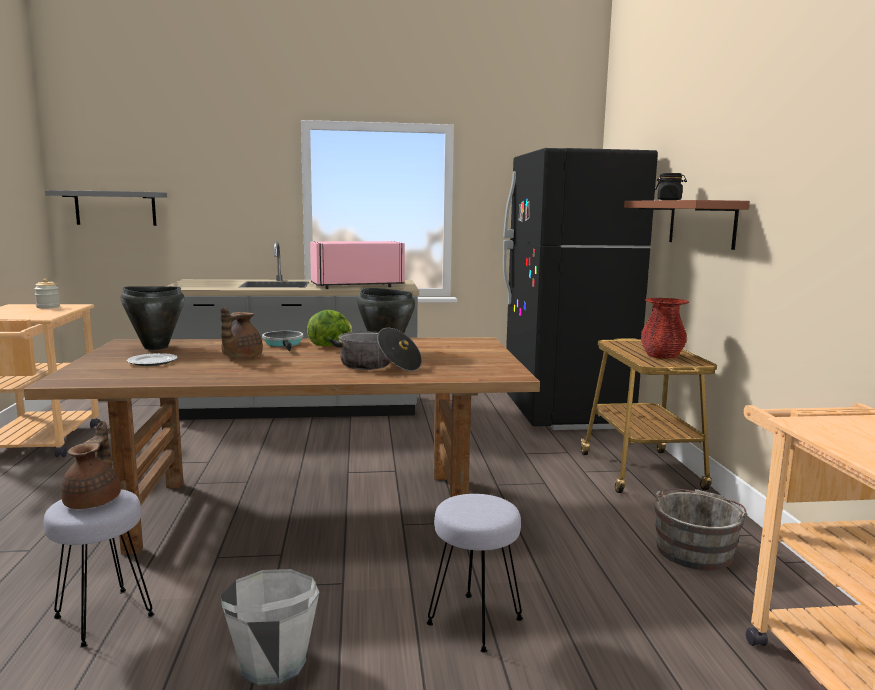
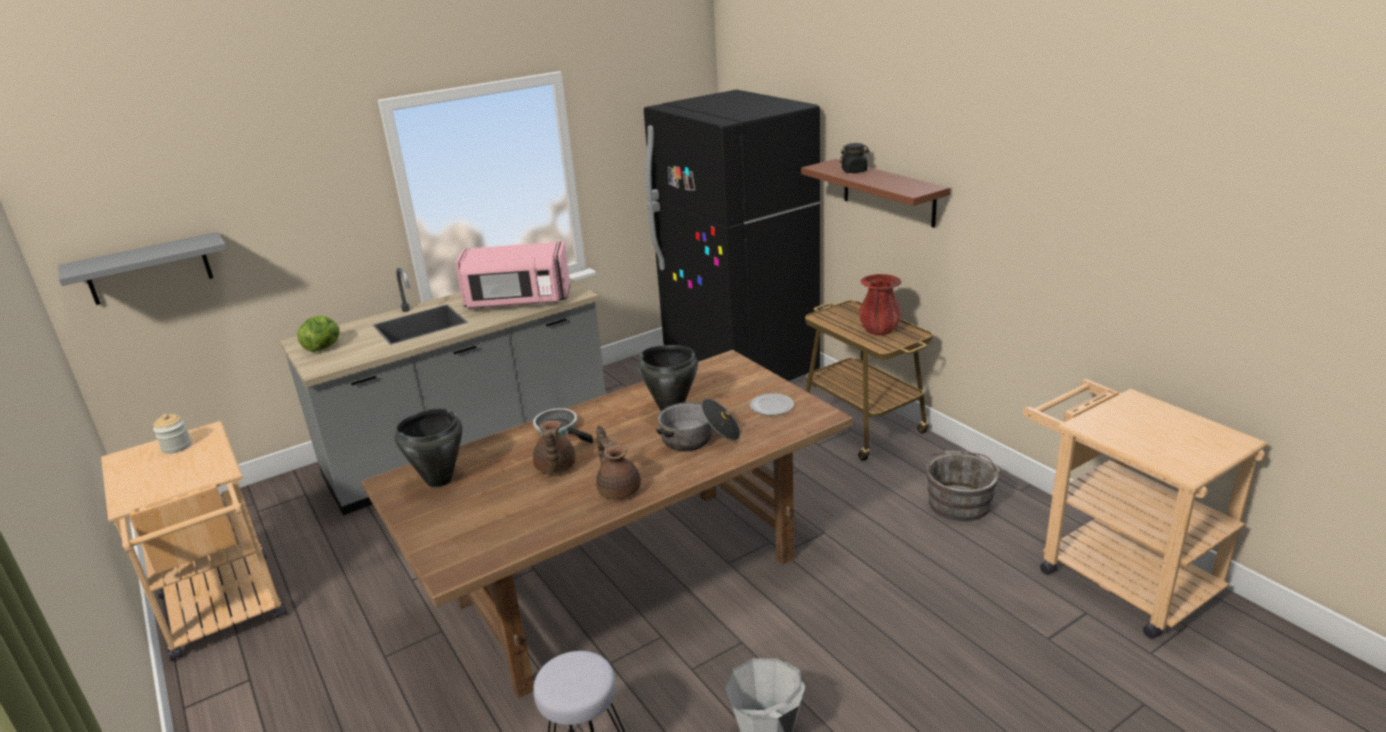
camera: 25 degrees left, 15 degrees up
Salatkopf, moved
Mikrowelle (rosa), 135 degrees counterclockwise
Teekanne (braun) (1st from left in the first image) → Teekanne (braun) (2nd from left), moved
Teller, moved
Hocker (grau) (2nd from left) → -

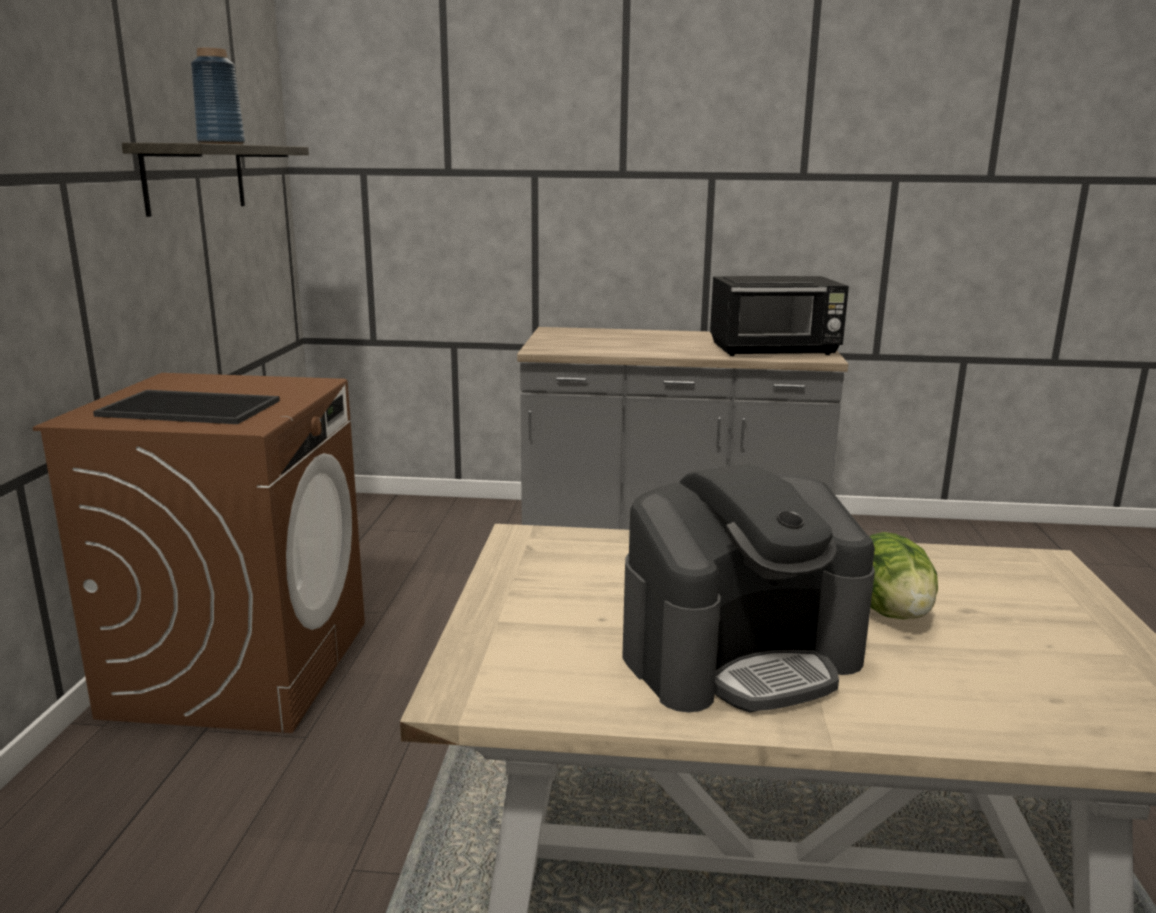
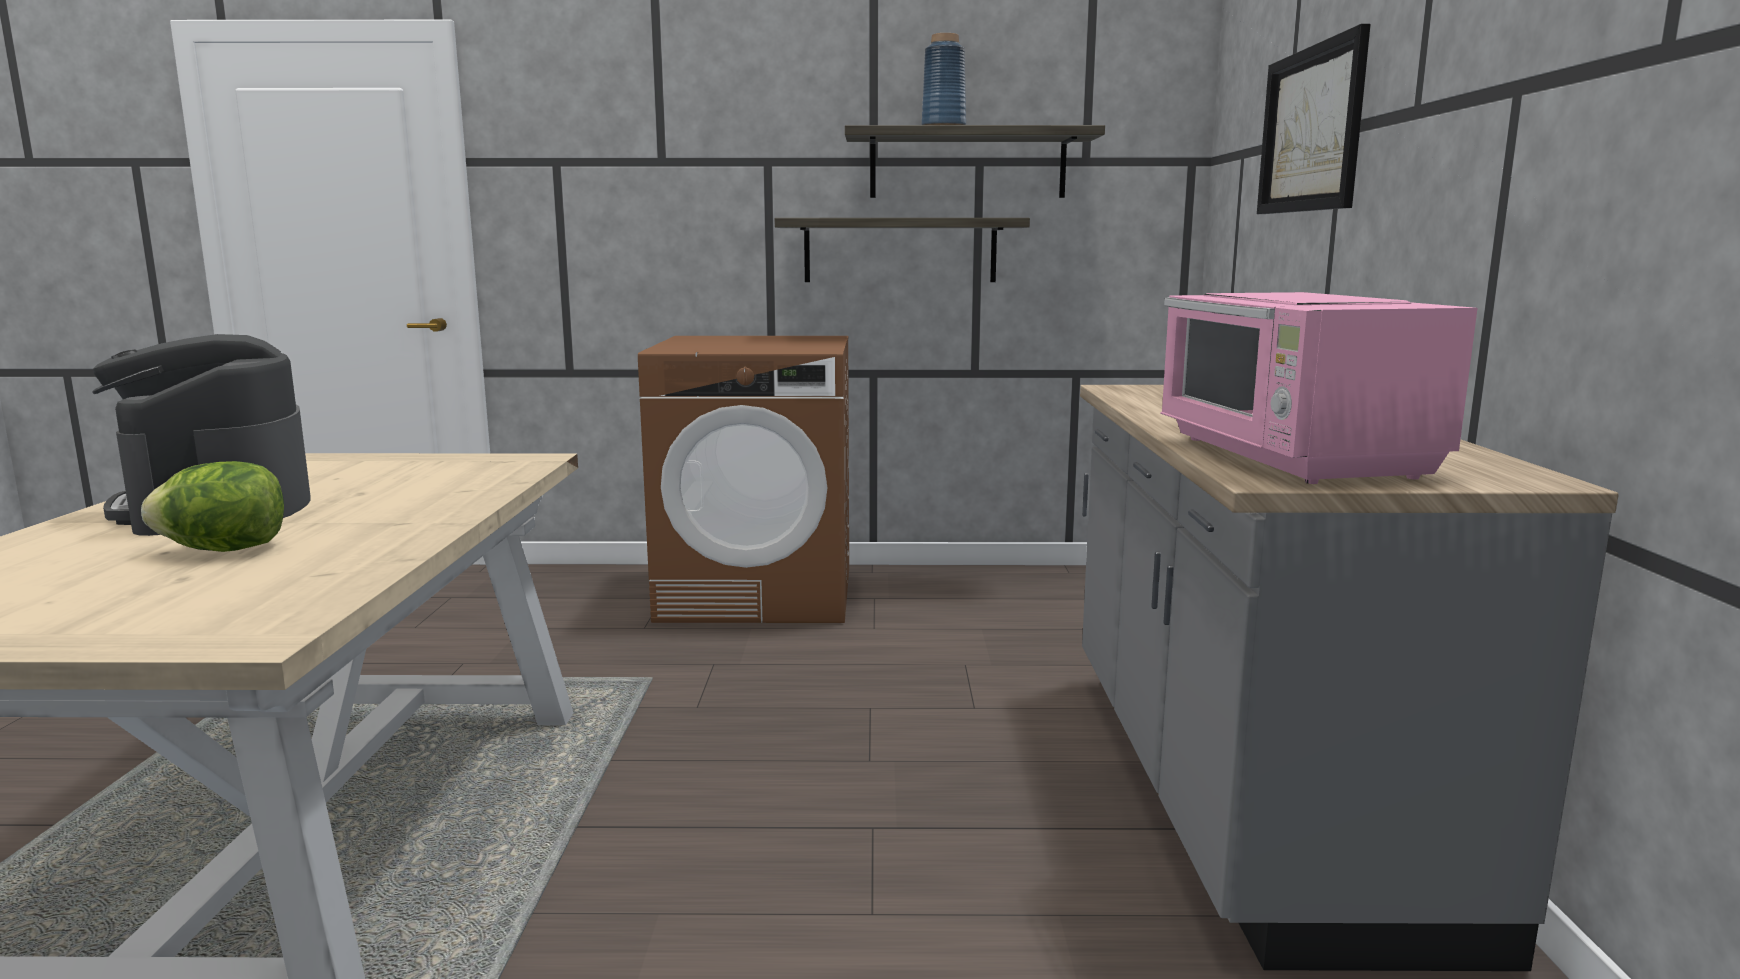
camera: 85 degrees right, 5 degrees down
- → Wandregal (1st from left)
Mikrowelle (schwarz) → Mikrowelle (rosa)
- → Bild
Tablett → -

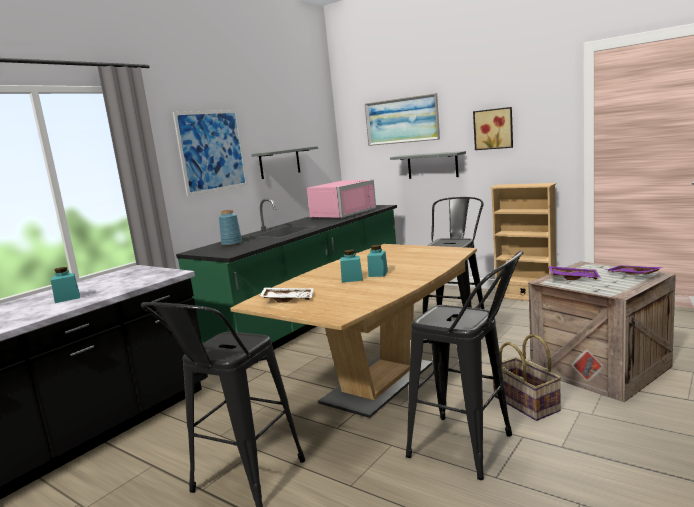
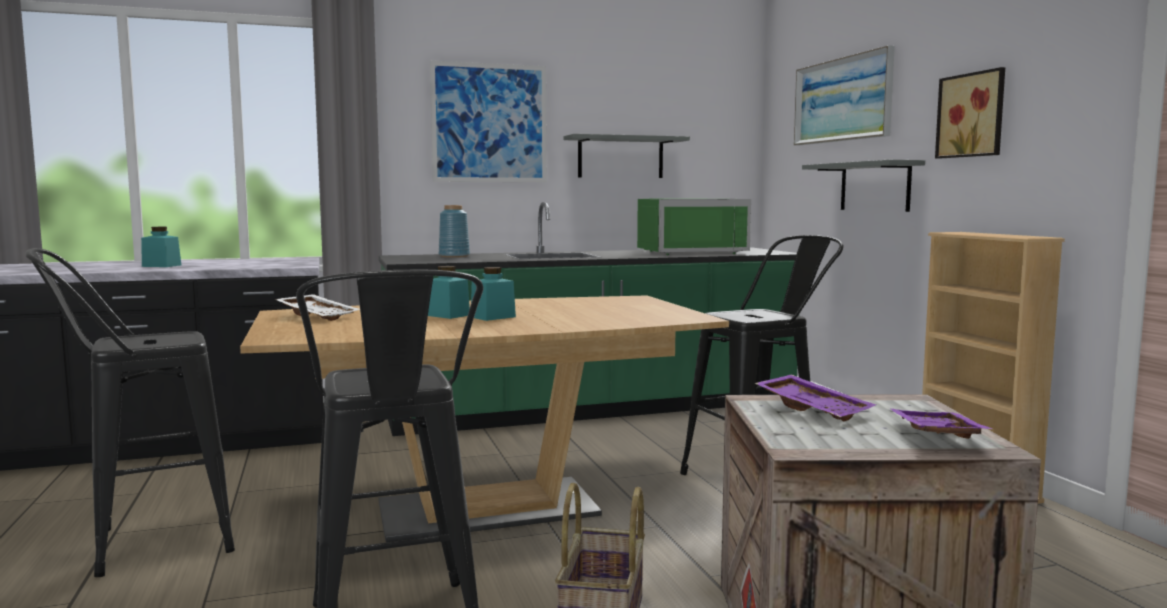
camera: 35 degrees right, 5 degrees down
Mikrowelle (rosa) → Mikrowelle (grün)

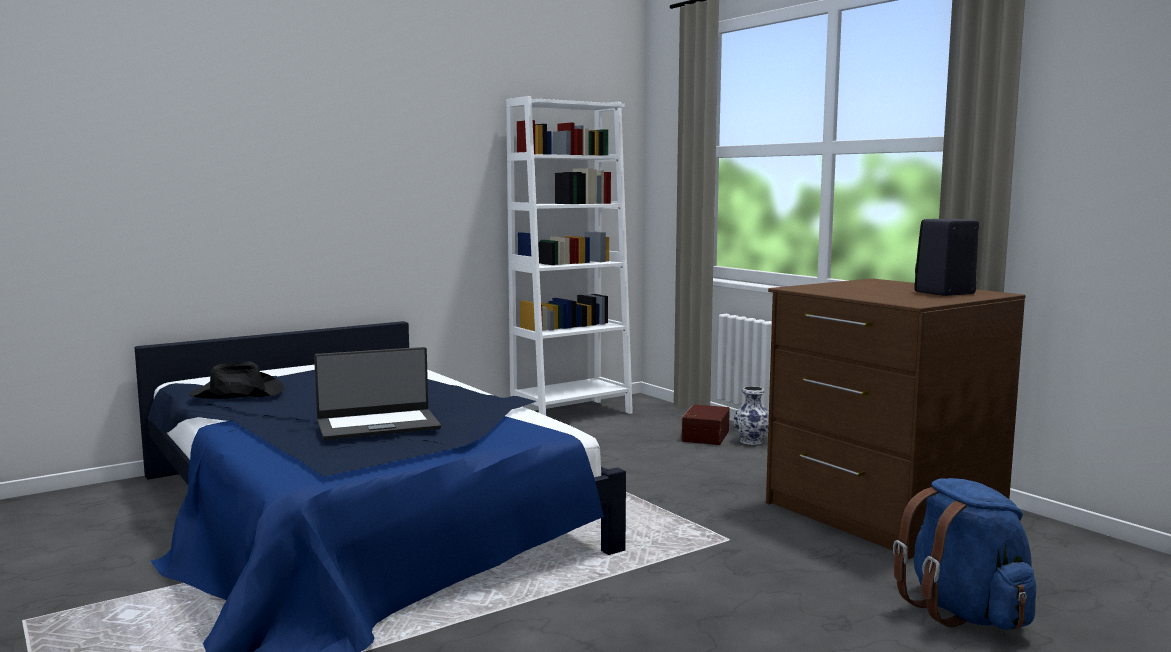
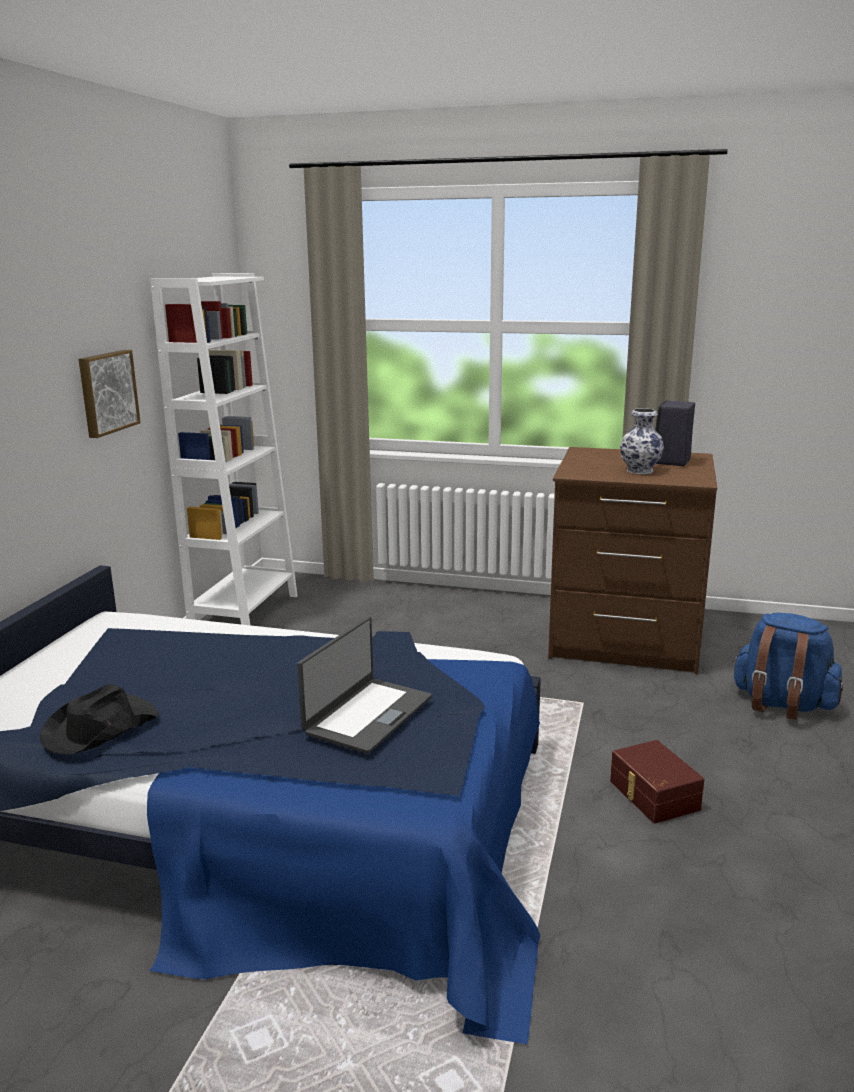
camera: 40 degrees left, 10 degrees up
- → Bild
Aufbewahrungsbox (braun), moved
Vase, moved

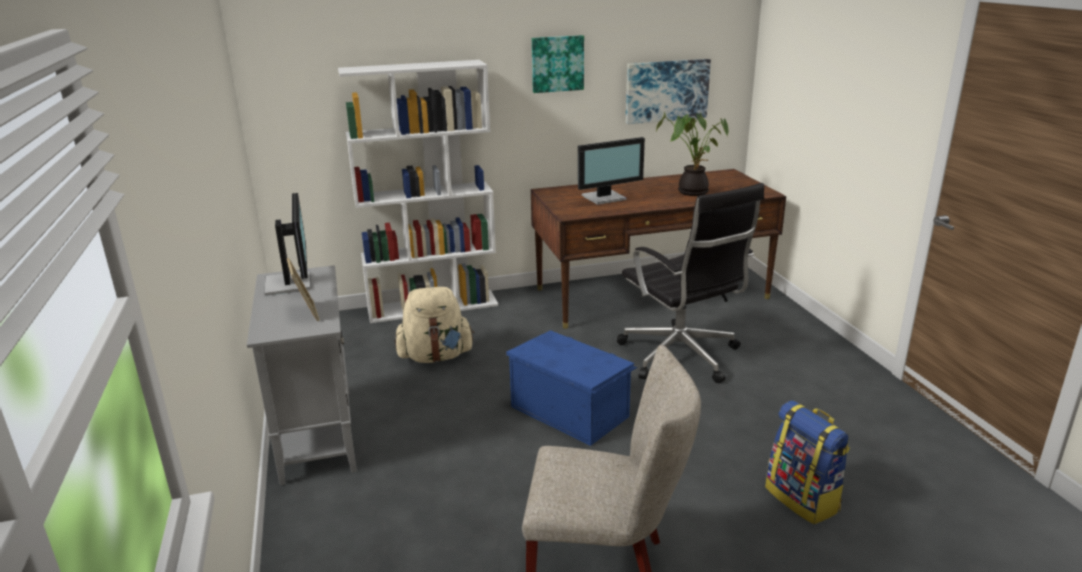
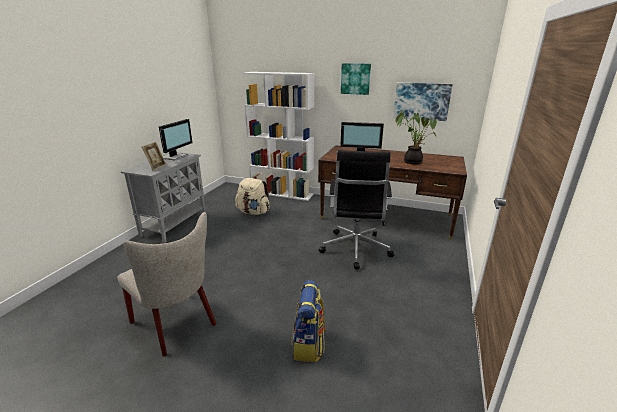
camera: 35 degrees right, 0 degrees up
Aufbewahrungsbox (blau) → -

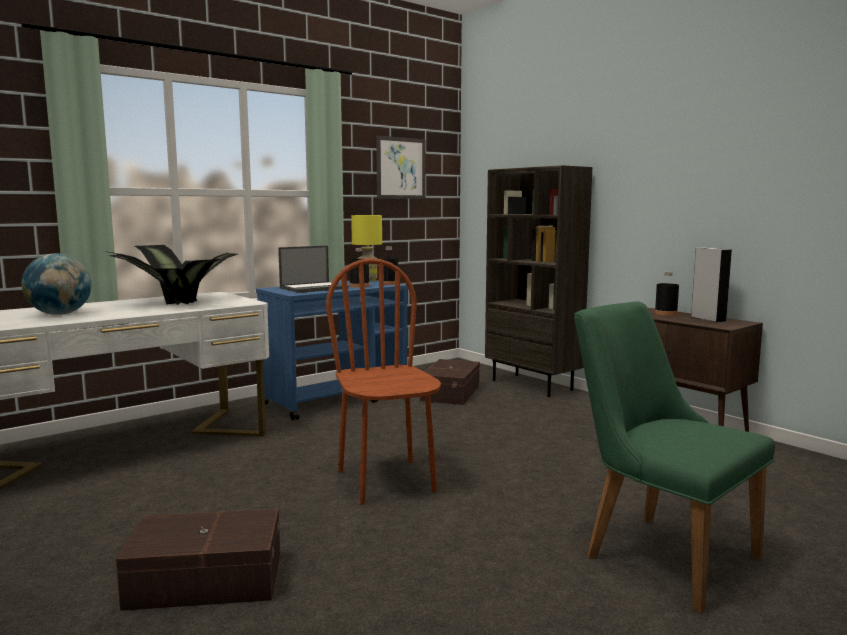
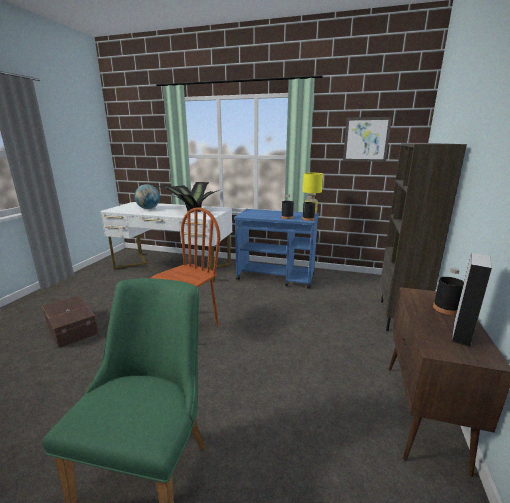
camera: 55 degrees right, 10 degrees up
Laptop → -
Aufbewahrungsbox (braun) (2nd from left) → -

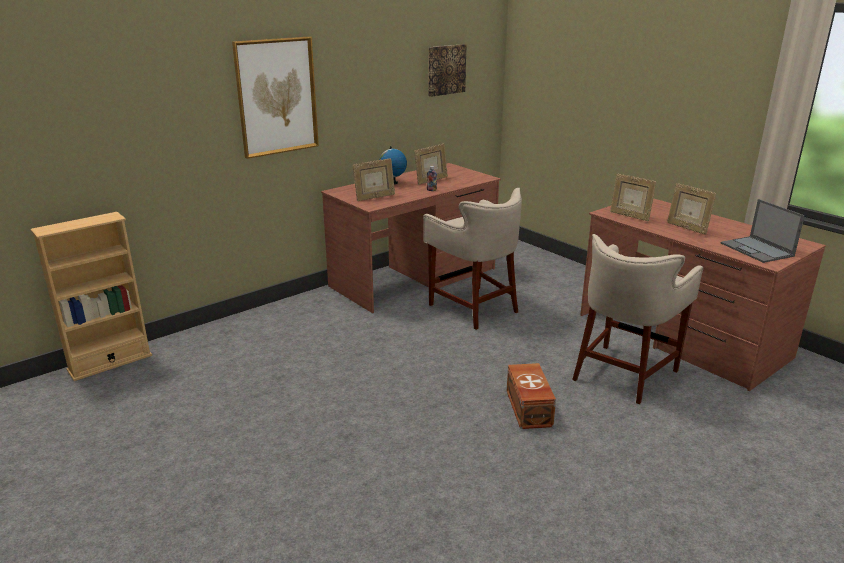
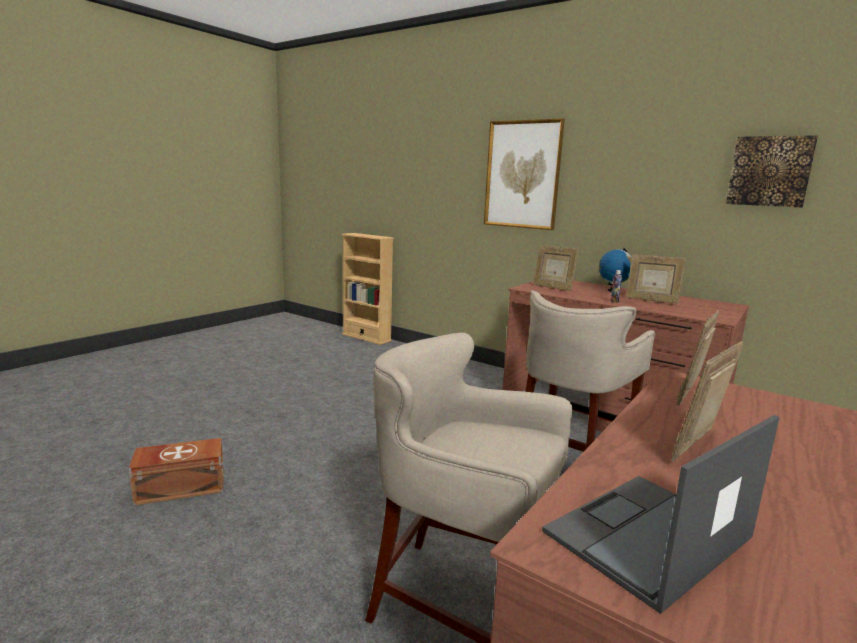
camera: 75 degrees right, 10 degrees down
Aufbewahrungsbox (braun), moved

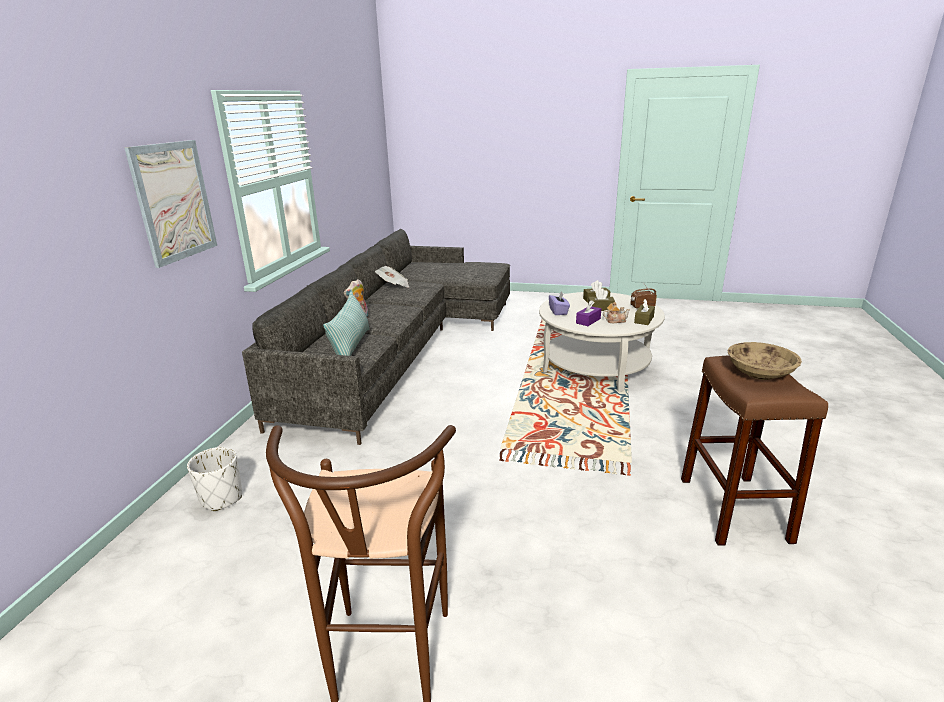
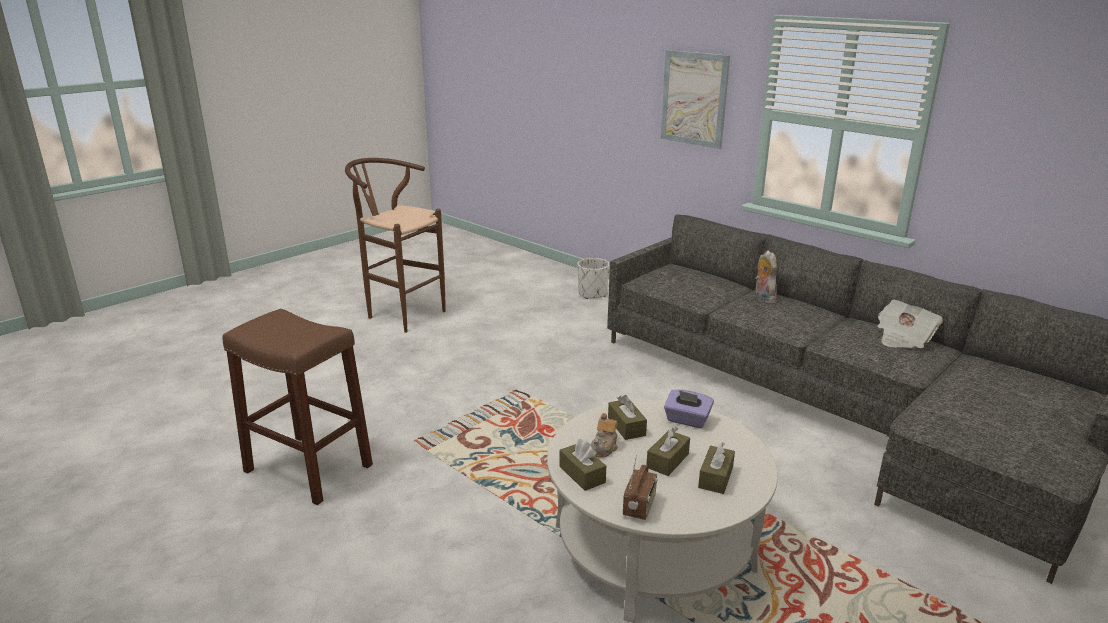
camera: 120 degrees right, 0 degrees up
Taschentuchbox (lila) (2nd from left) → Taschentuchbox (braun) (2nd from left)
Kissen → -
Schüssel (beige) → -

